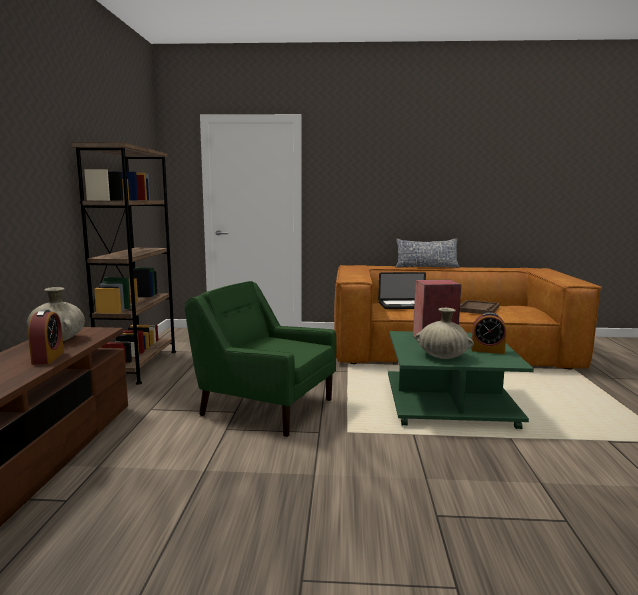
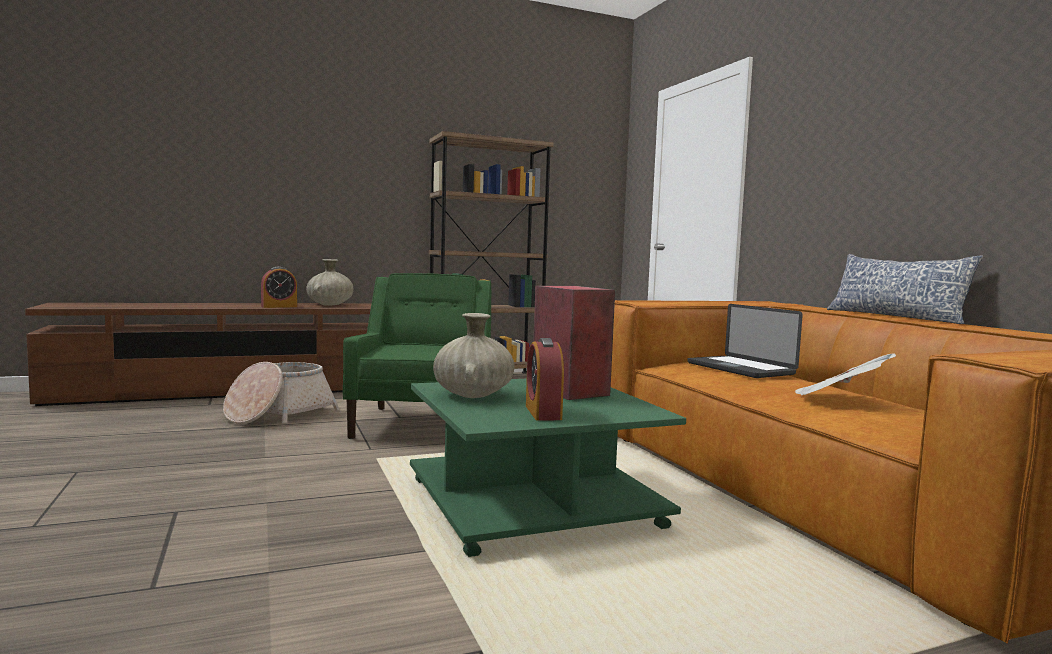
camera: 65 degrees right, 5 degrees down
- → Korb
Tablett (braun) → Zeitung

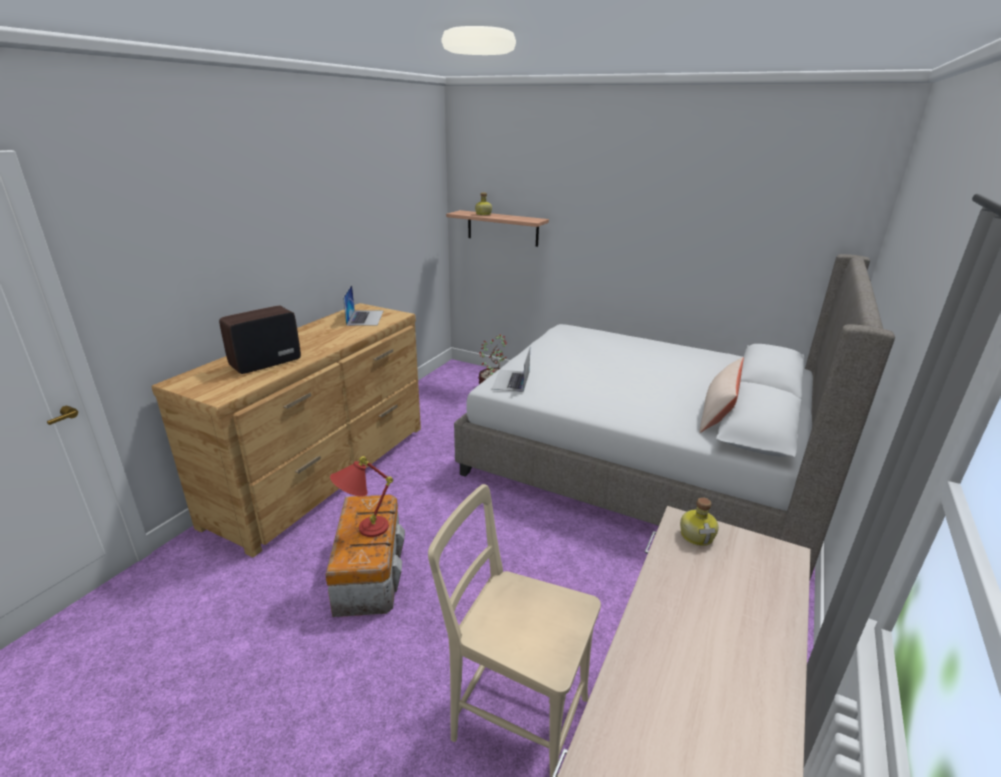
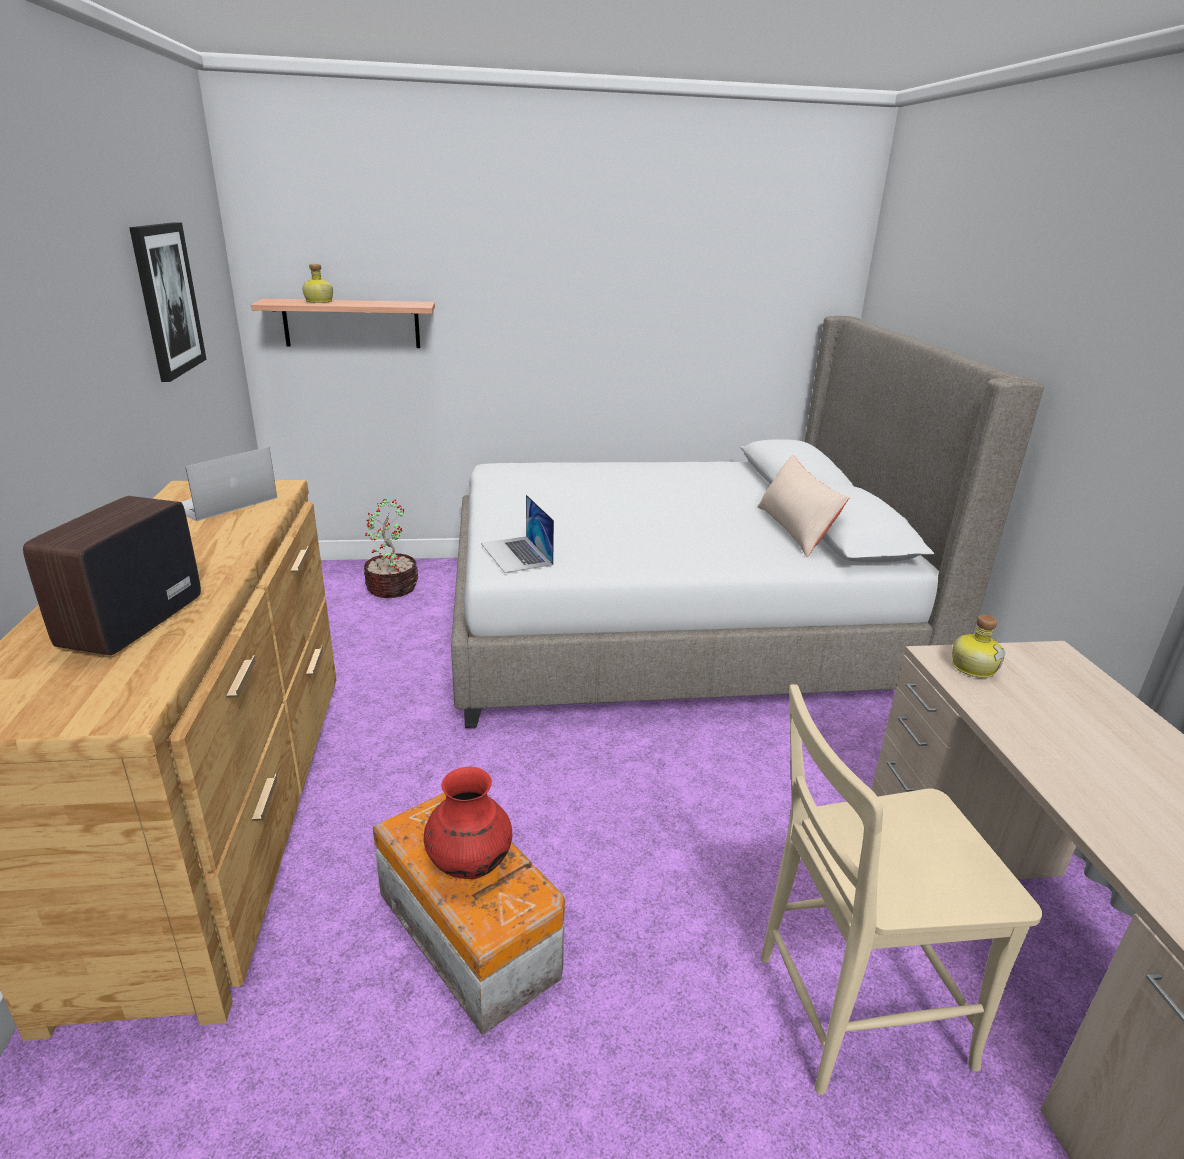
camera: 35 degrees left, 0 degrees up
- → Bild
Laptop (1st from left), 105 degrees counterclockwise
Tischlampe (rot) → Vase (rot)

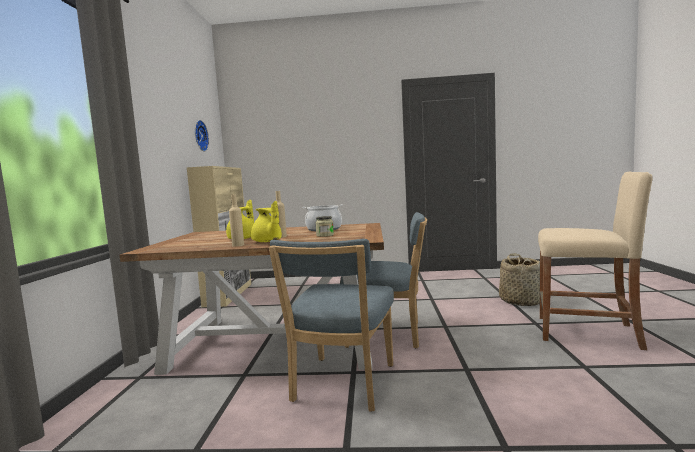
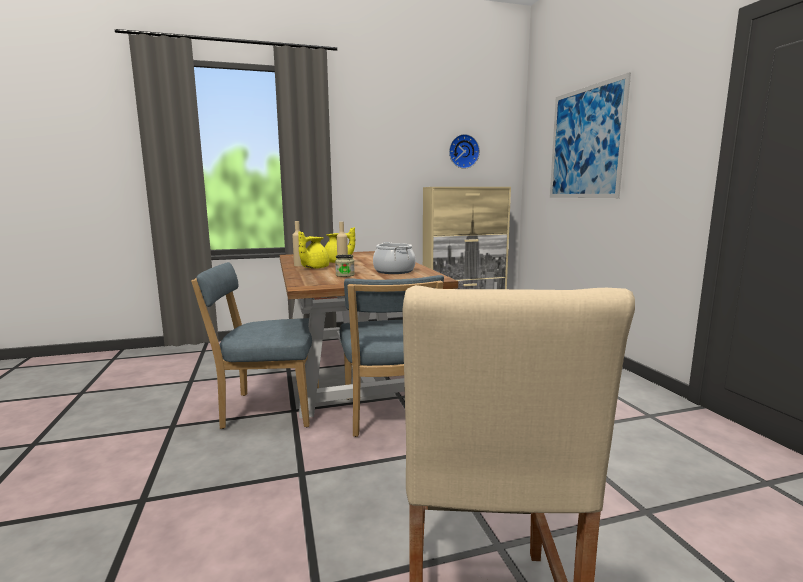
camera: 70 degrees right, 5 degrees up
- → Bild
Korb → -

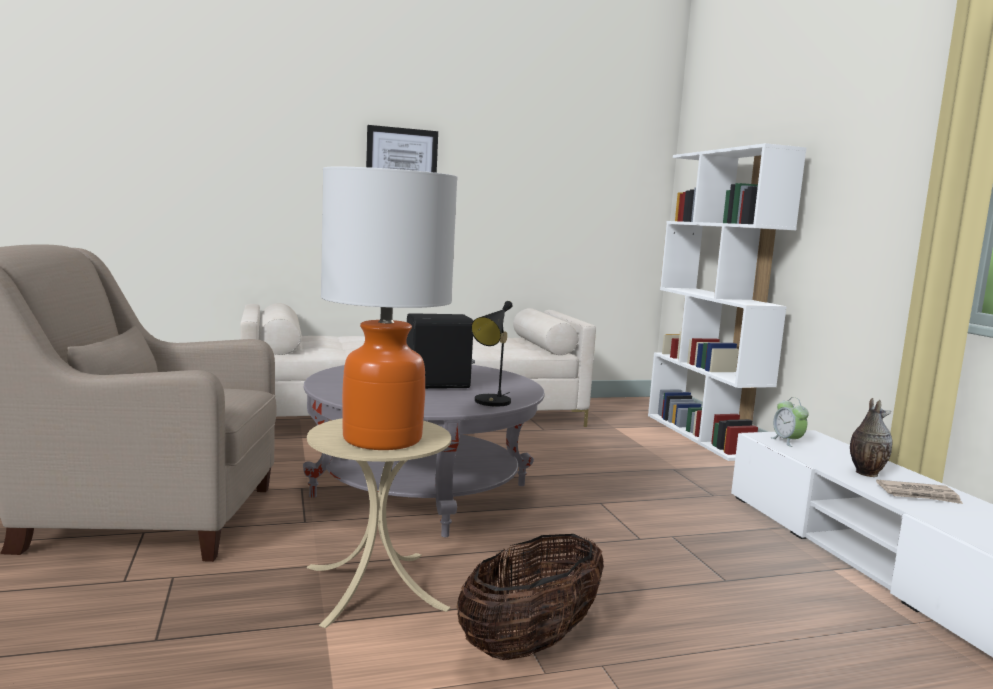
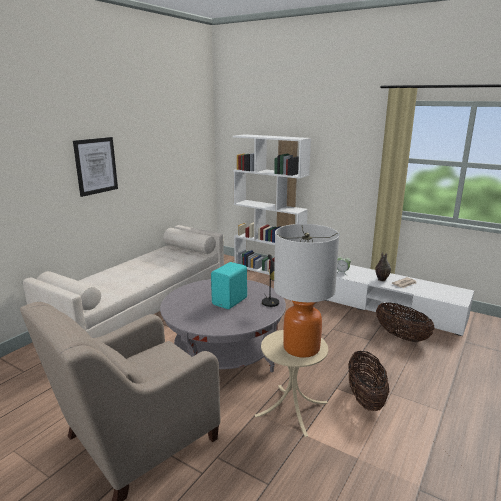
camera: 40 degrees left, 10 degrees up
Lautsprecher (schwarz) → Lautsprecher (türkis)
- → Korb (2nd from left)

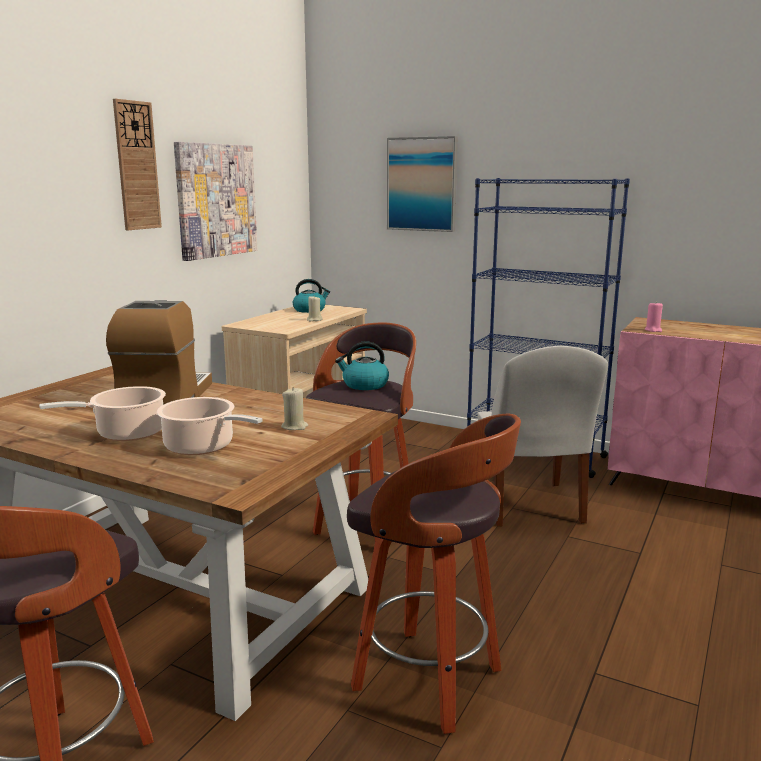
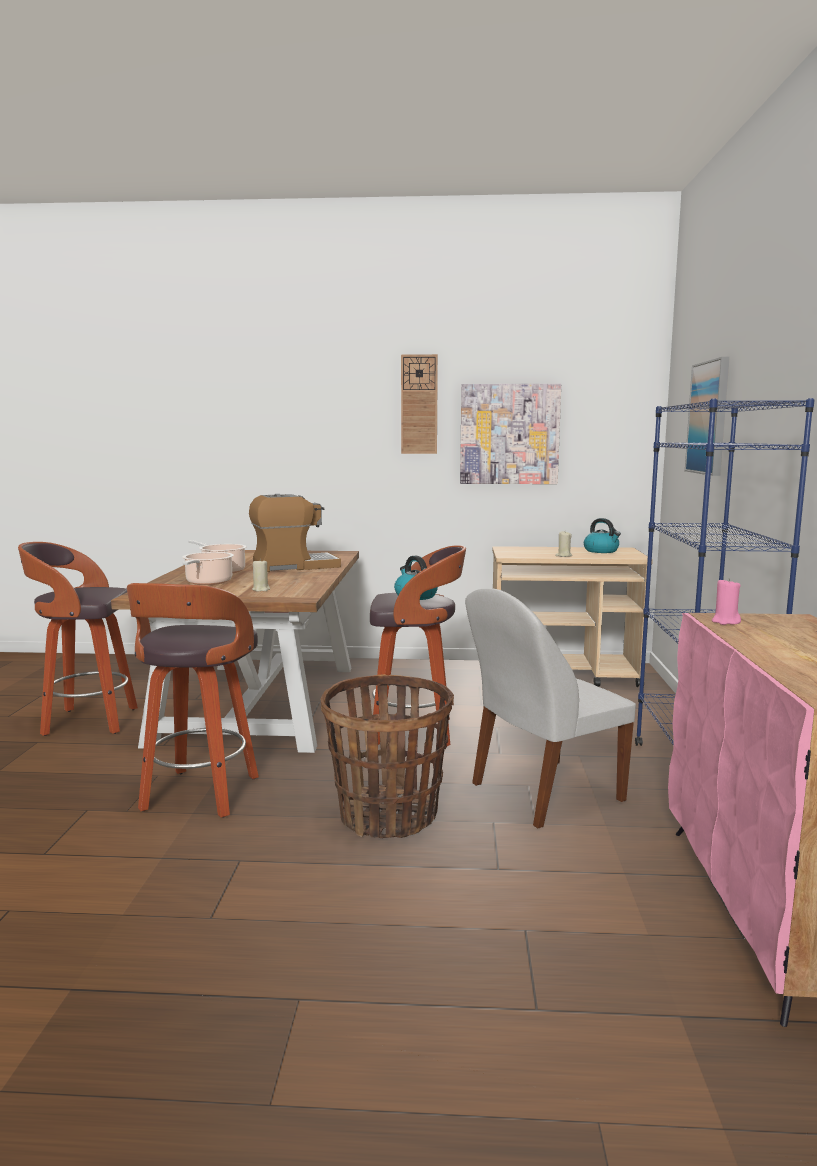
camera: 65 degrees right, 5 degrees down
- → Korb

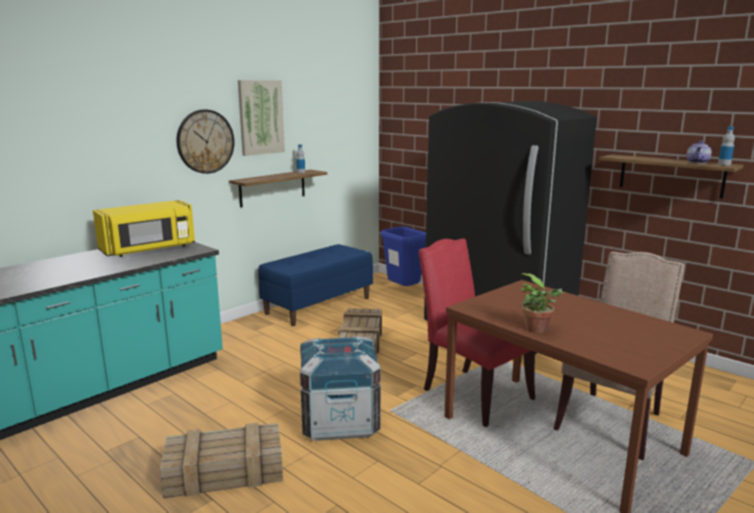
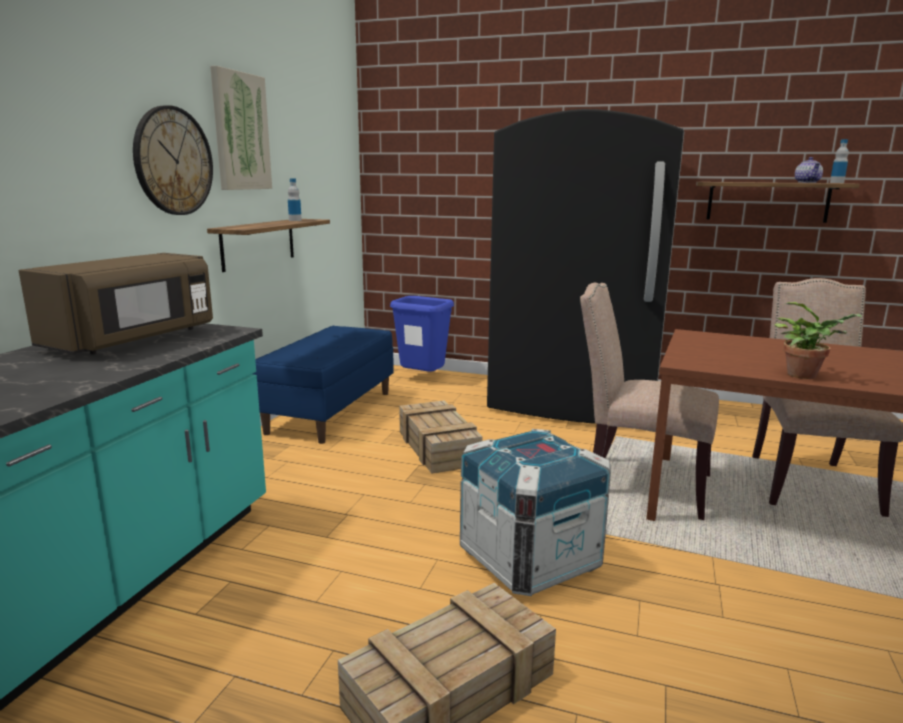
camera: 25 degrees left, 0 degrees up
Mikrowelle (gelb) → Mikrowelle (braun)
Stuhl (rot) → Stuhl (beige) (1st from left)

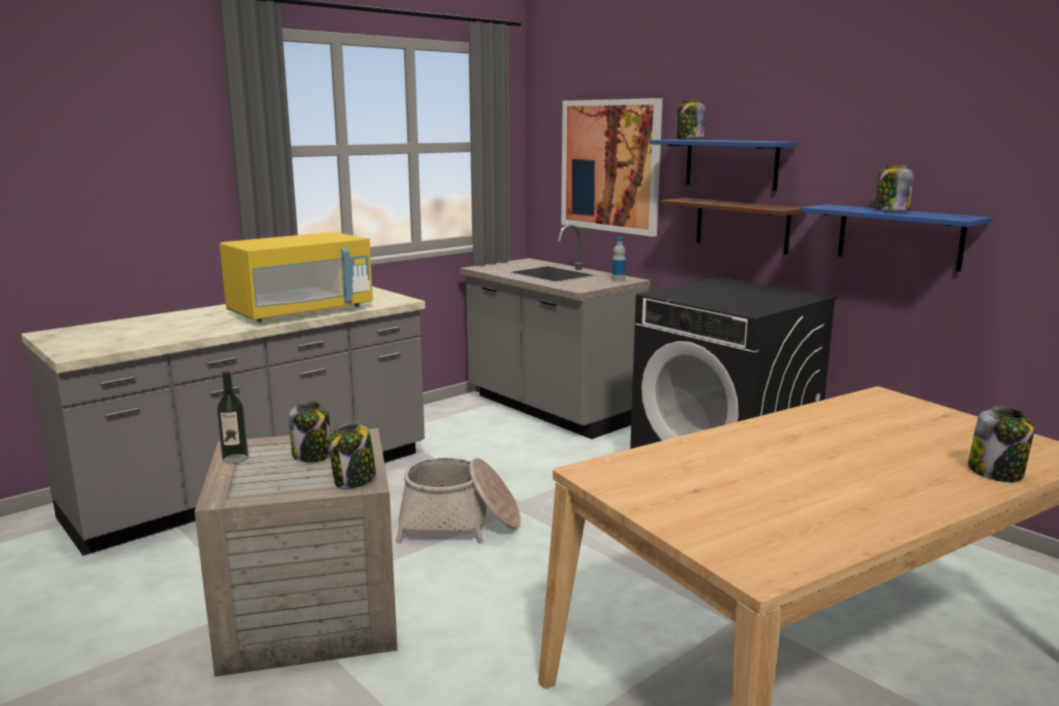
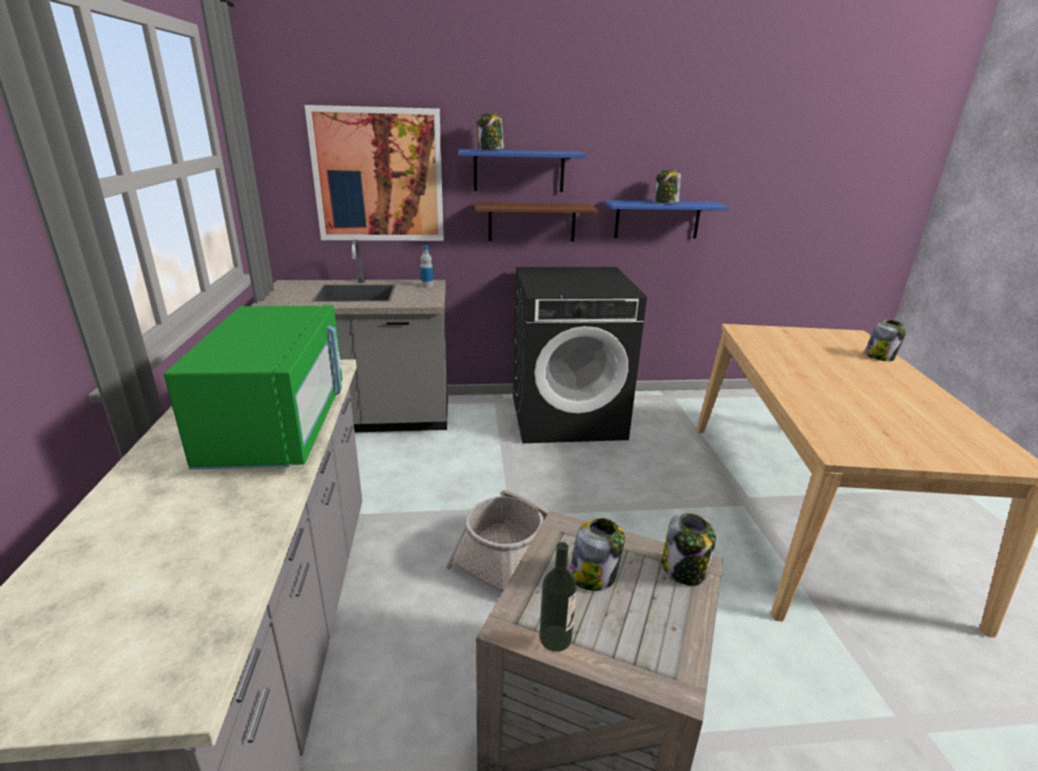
camera: 55 degrees left, 10 degrees up
Mikrowelle (gelb) → Mikrowelle (grün)

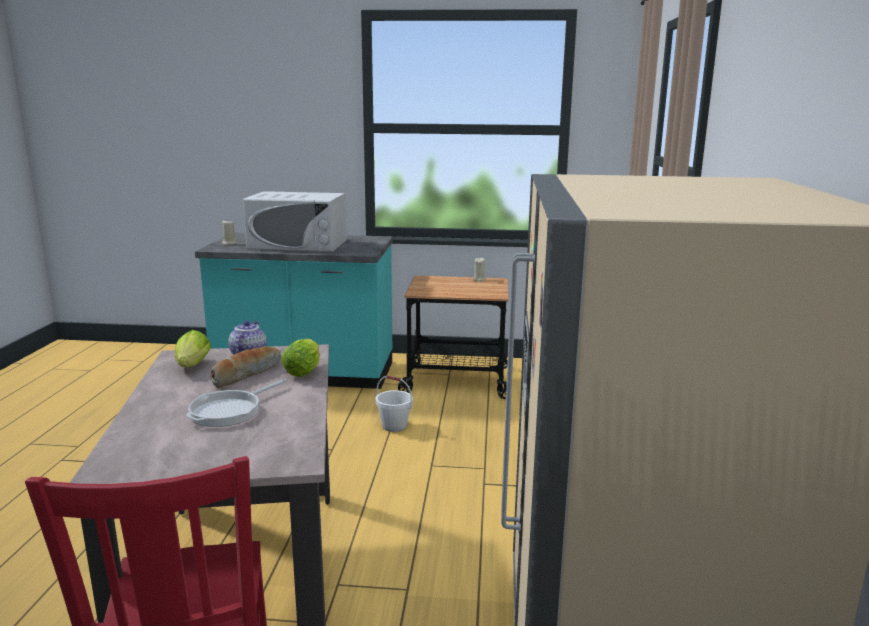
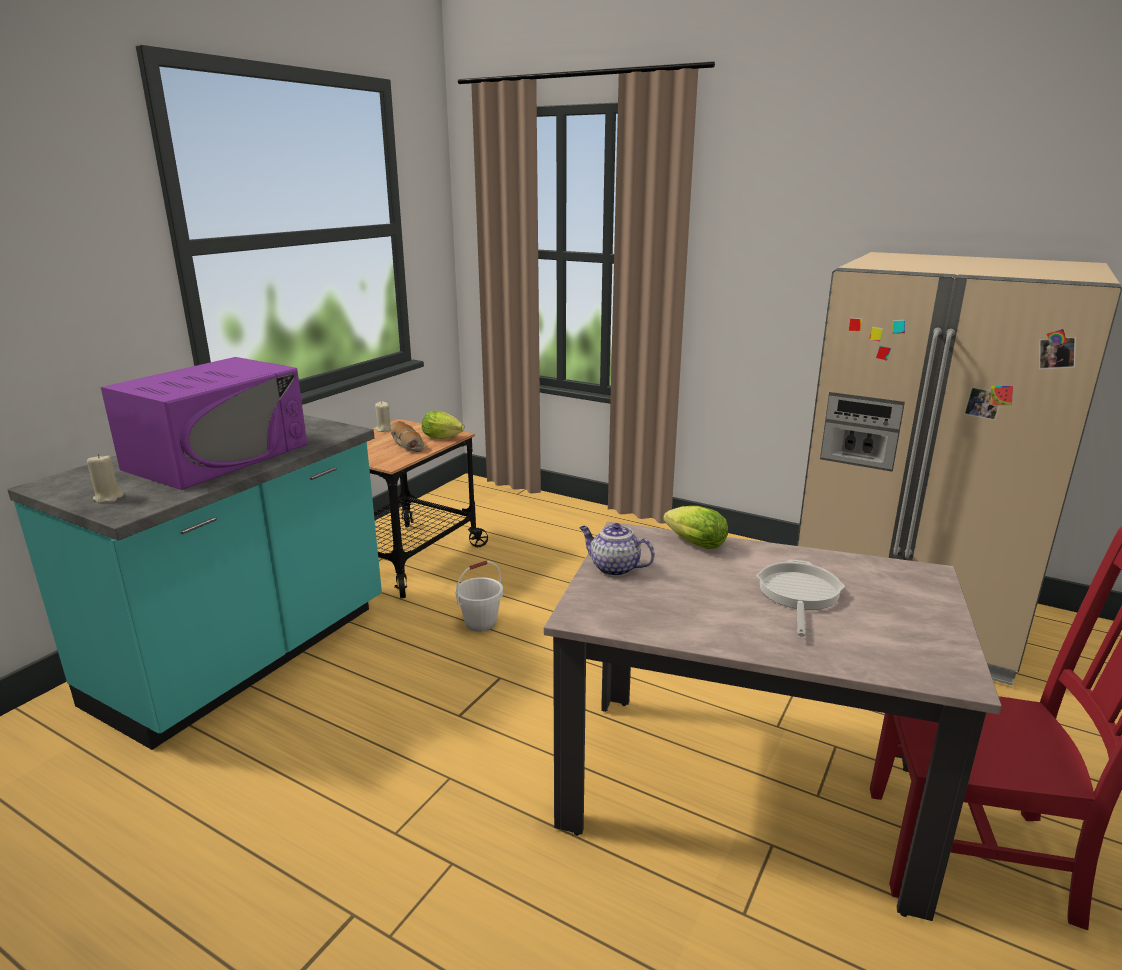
camera: 65 degrees left, 5 degrees up
Mikrowelle (weiß) → Mikrowelle (lila)
Brot, moved
Salatkopf (1st from left), moved
Pfanne, 135 degrees counterclockwise

